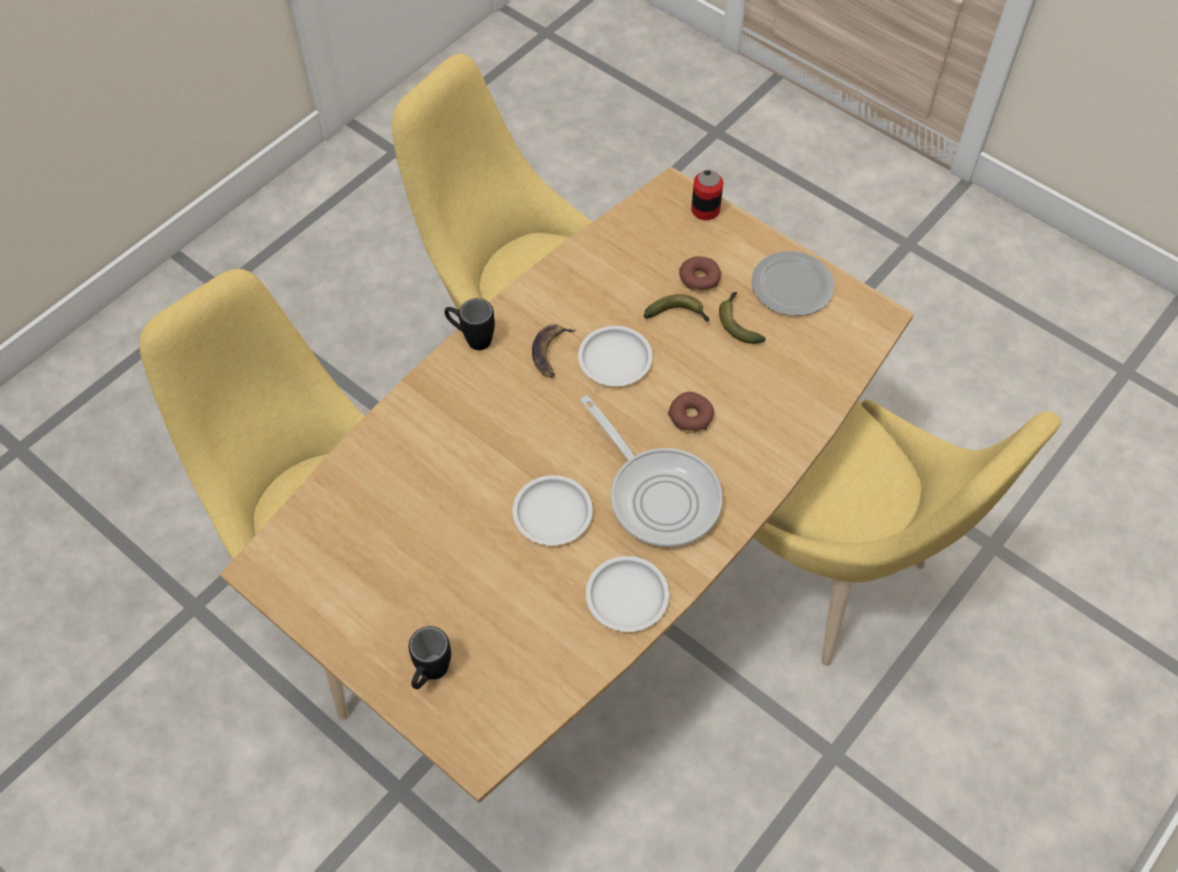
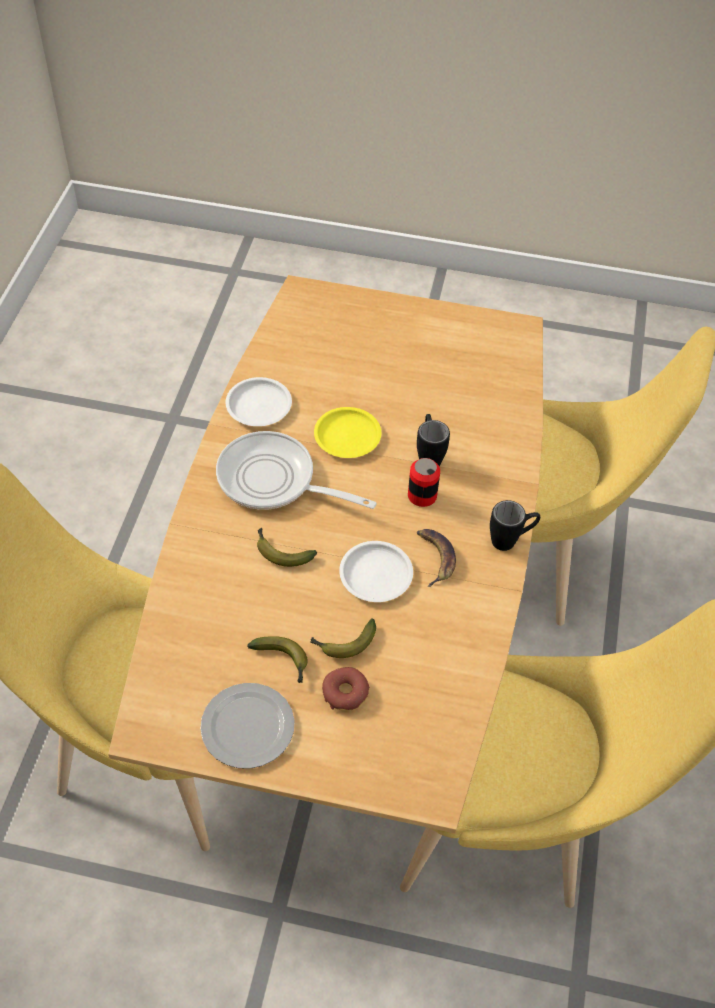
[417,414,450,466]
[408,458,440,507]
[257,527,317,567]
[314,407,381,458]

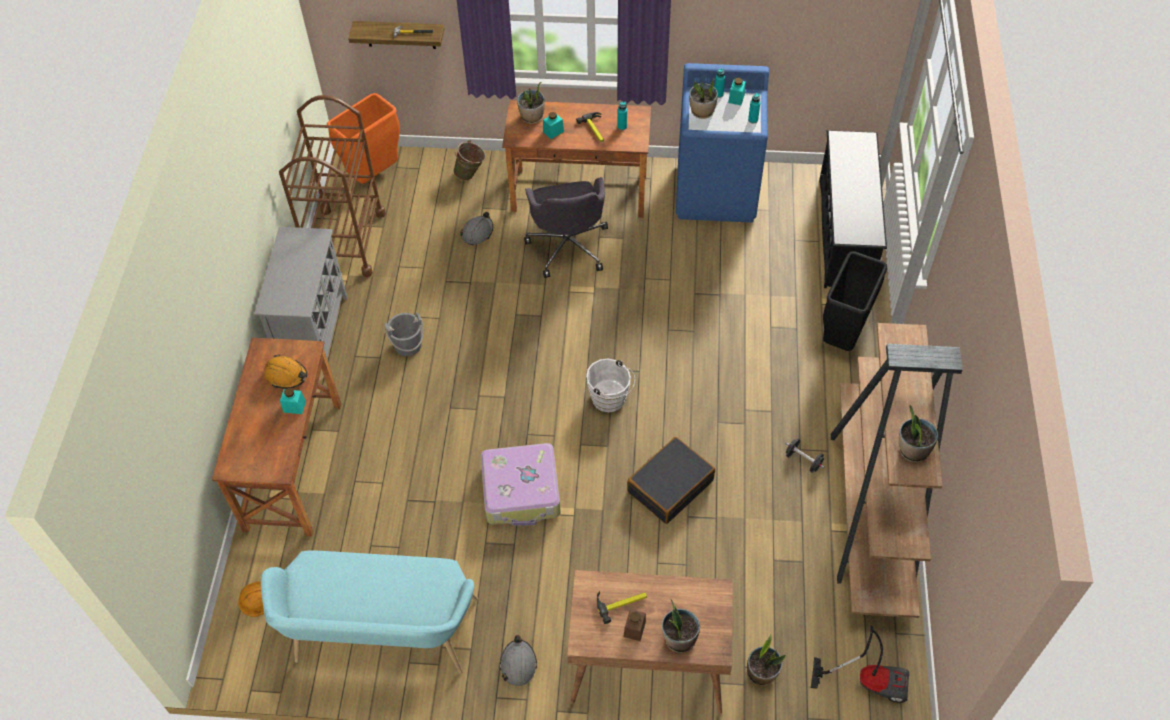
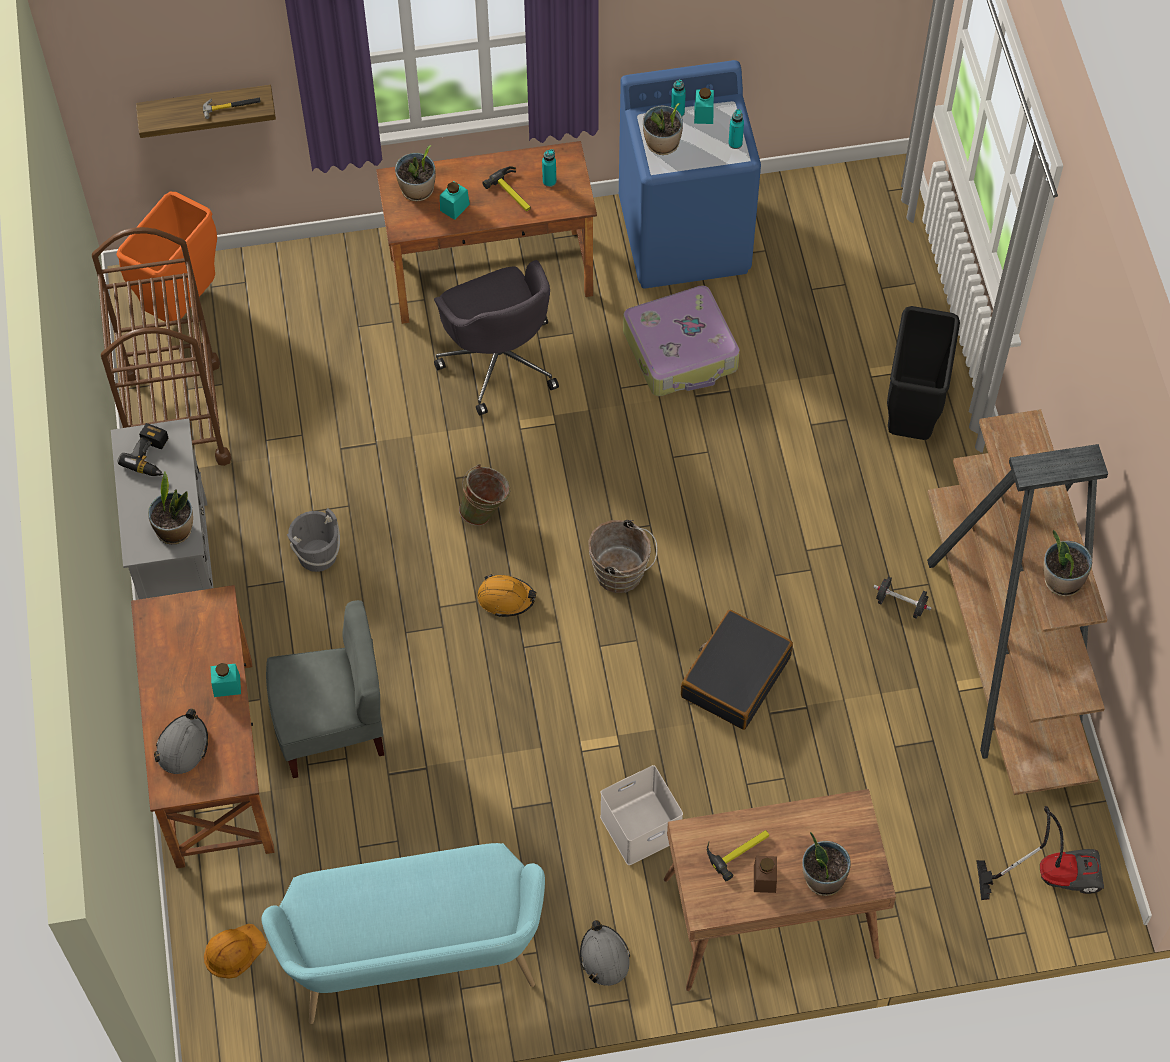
[819,130,887,288] (first image)
[118,423,168,476]
[266,600,384,778]
[600,765,683,865]
[477,574,537,617]
[459,464,510,526]
[154,708,208,774]
[623,285,740,396]
[148,471,193,544]
[588,520,657,593]

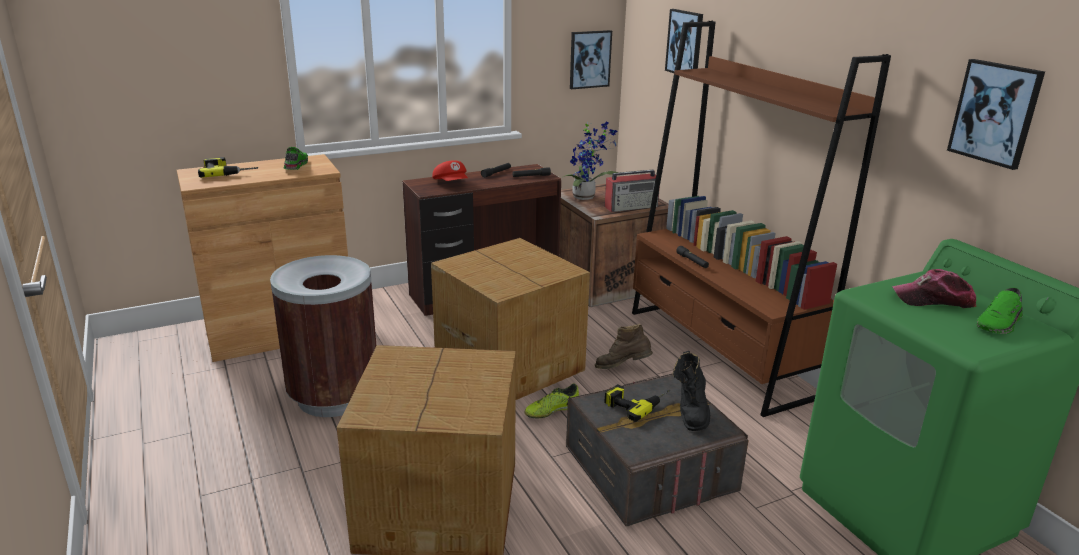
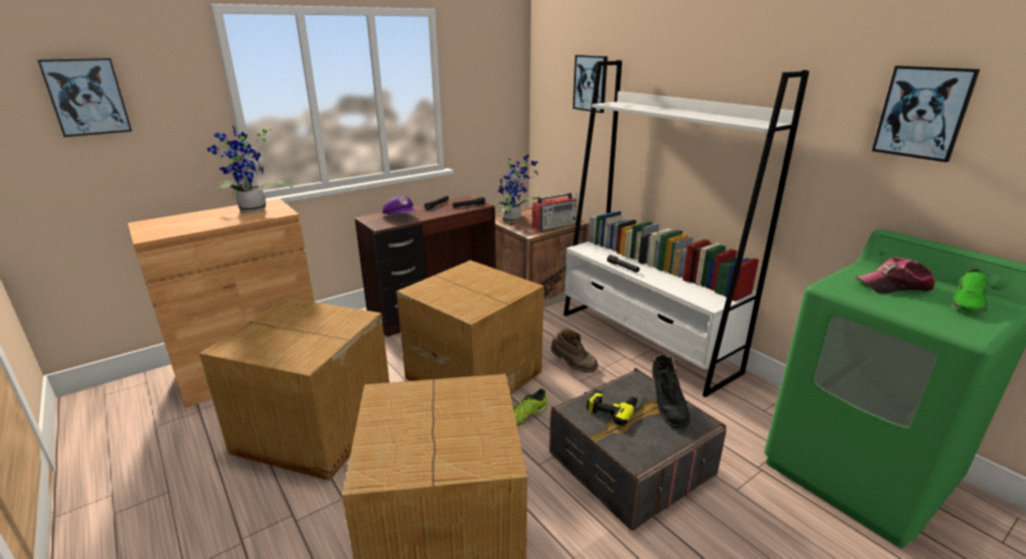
[198,157,258,178] (first image)
[38,58,132,137]
[199,298,390,481]
[207,125,293,212]
[382,196,416,215]
[564,60,809,397]
[550,329,598,373]

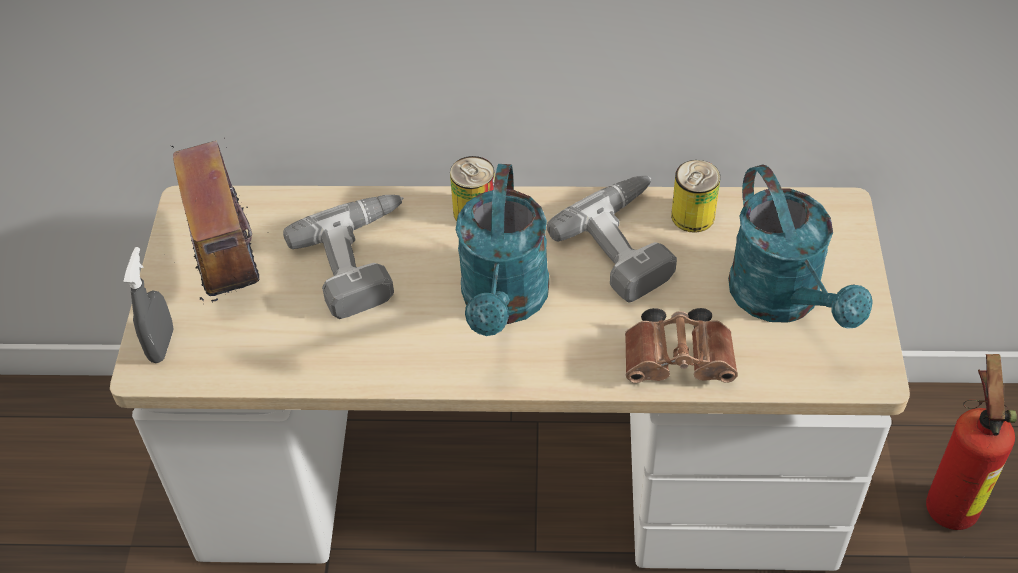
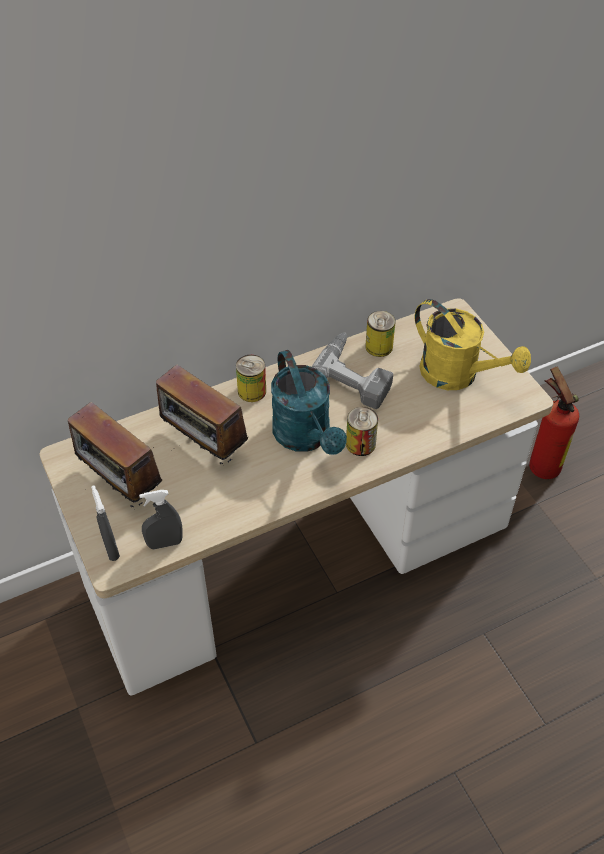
[625,308,738,383] (first image)
[139,490,183,549]
[346,407,378,456]
[156,364,248,464]
[415,299,531,390]

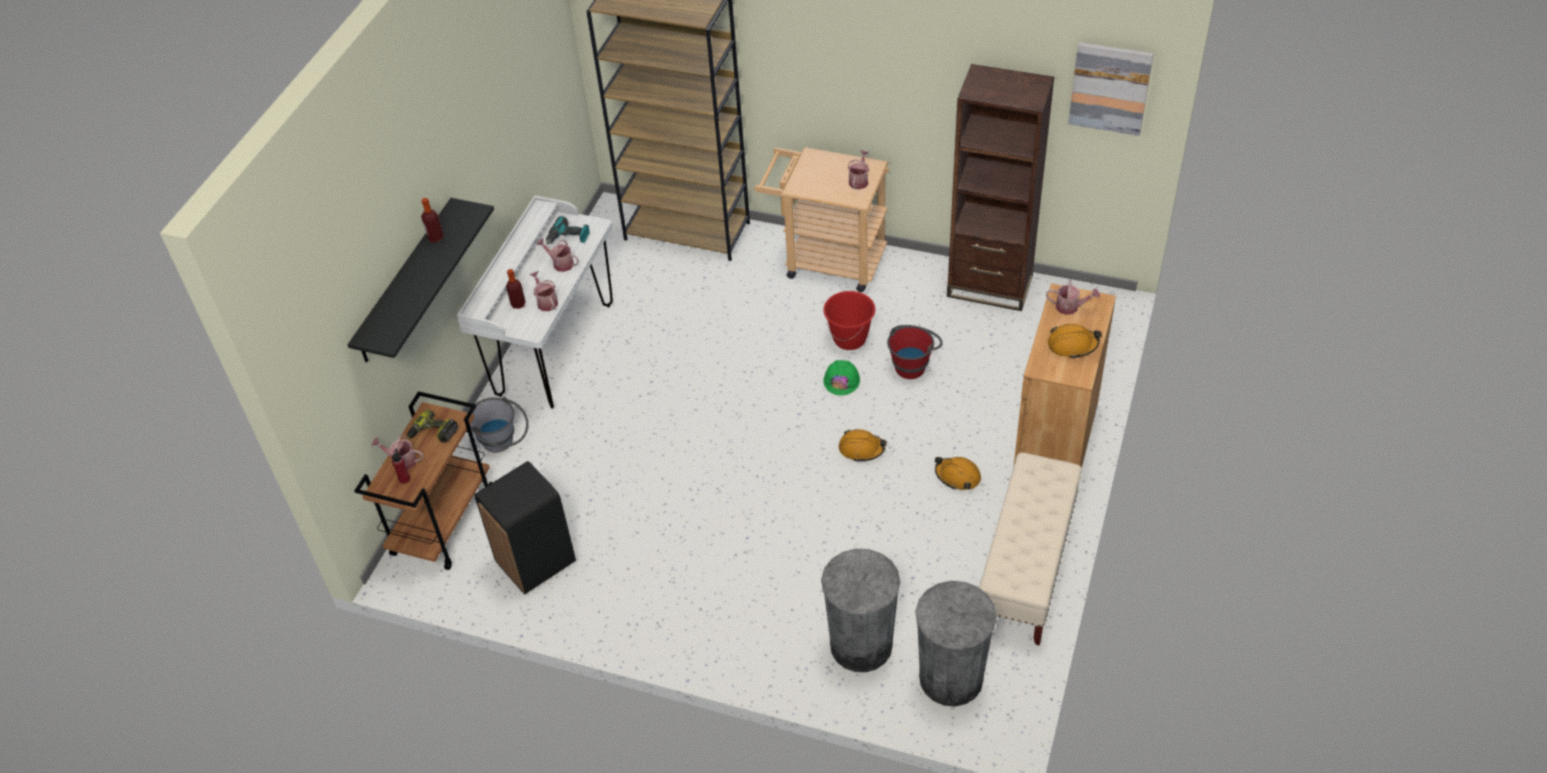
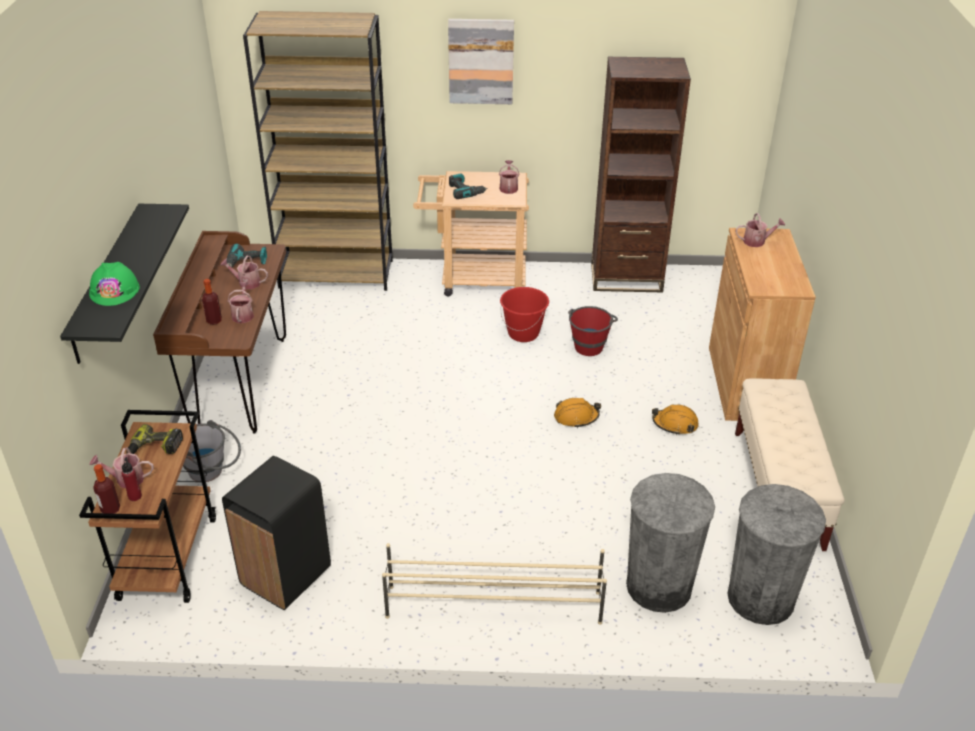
[1048,324,1102,359] (first image)
[382,543,607,625]
[449,173,488,199]
[93,464,120,514]
[89,262,140,306]
[448,19,514,104]
[153,231,286,434]
[228,282,254,323]

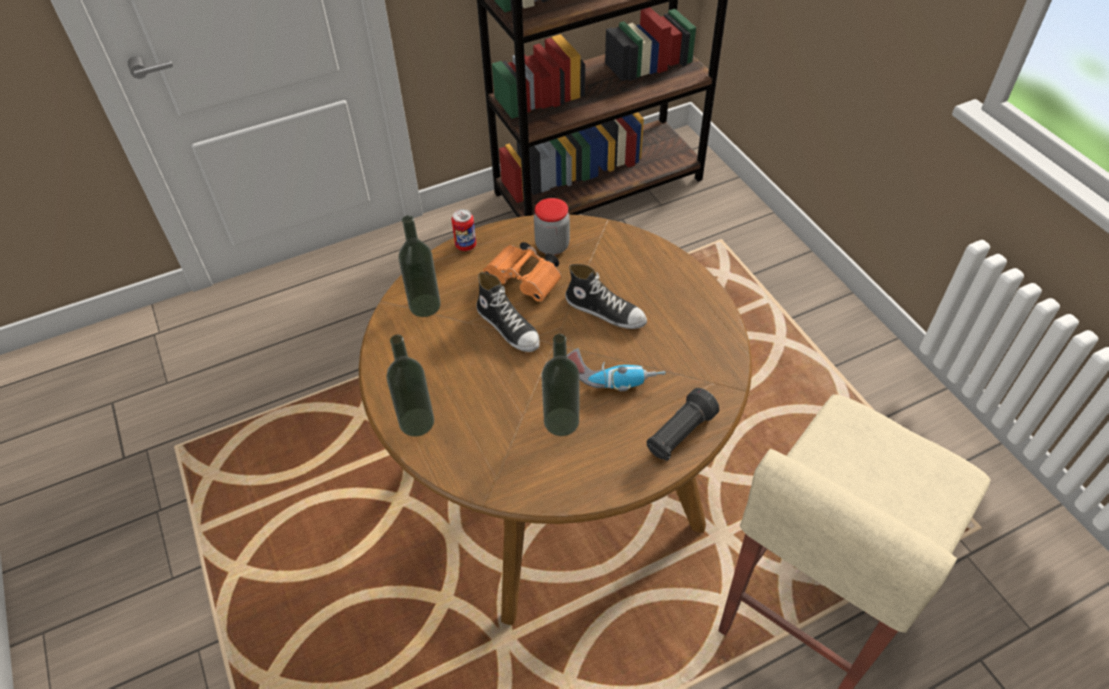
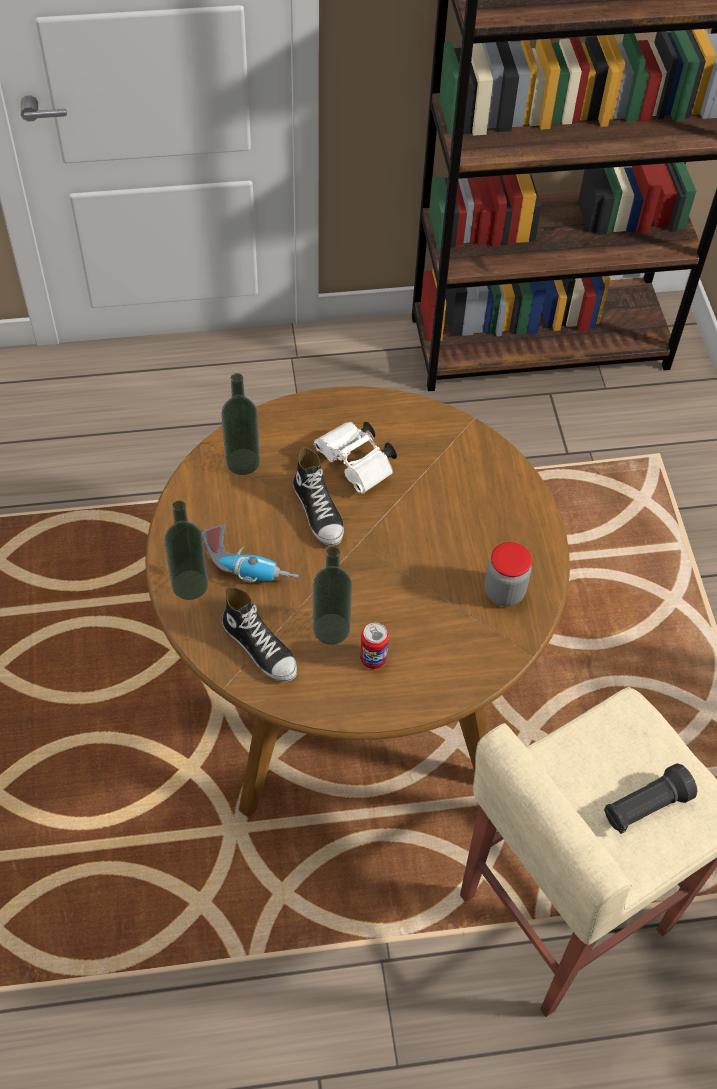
[360,623,389,669]
[484,542,532,606]
[222,587,297,682]
[202,524,299,583]
[604,763,697,834]
[313,422,397,494]

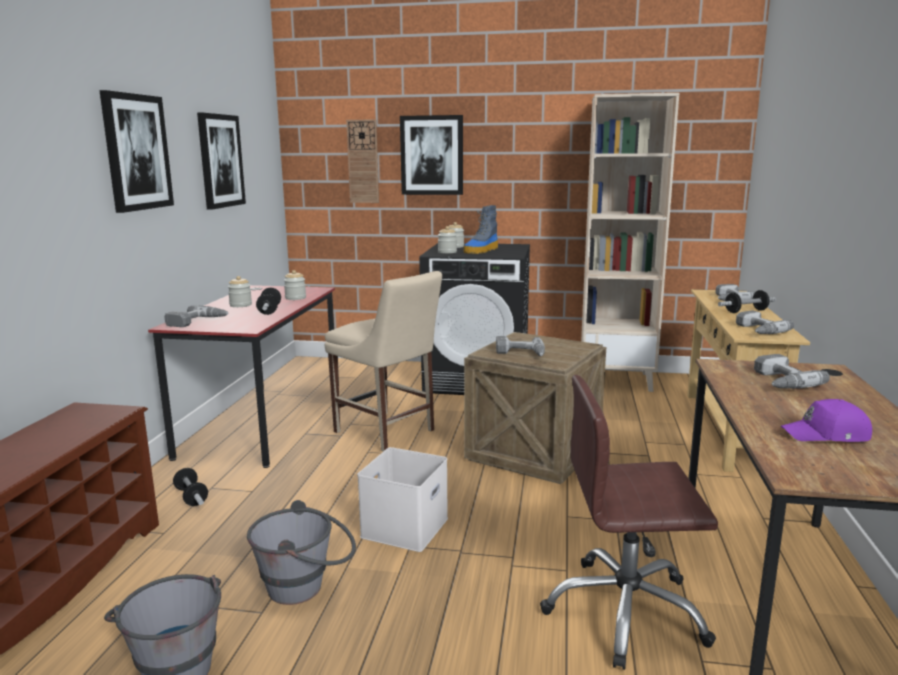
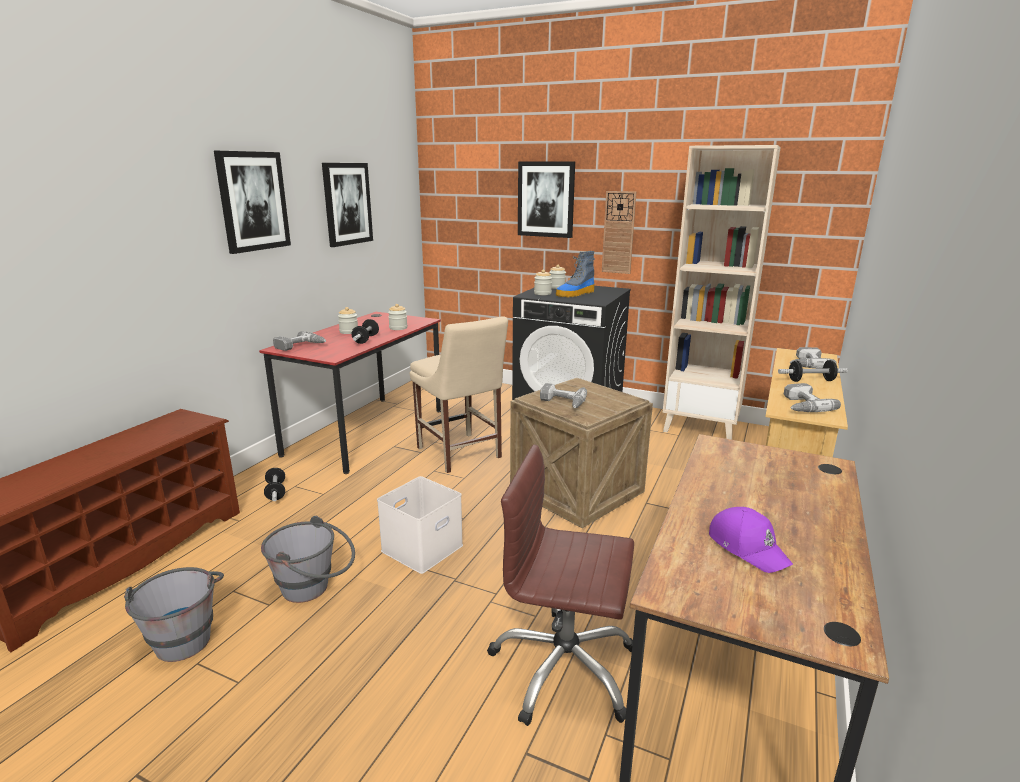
[754,354,830,389] (first image)
[602,191,636,274]
[709,507,793,573]

